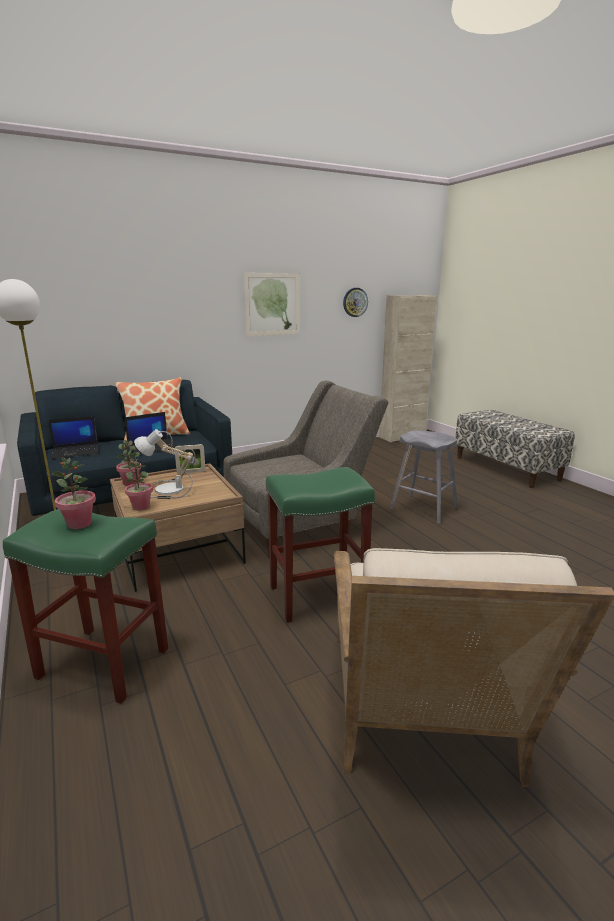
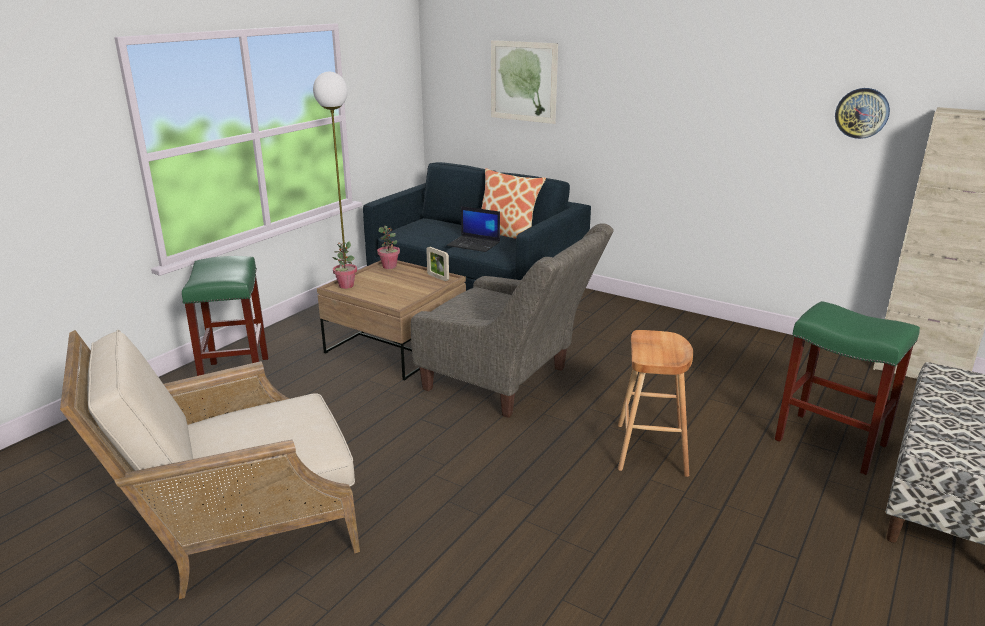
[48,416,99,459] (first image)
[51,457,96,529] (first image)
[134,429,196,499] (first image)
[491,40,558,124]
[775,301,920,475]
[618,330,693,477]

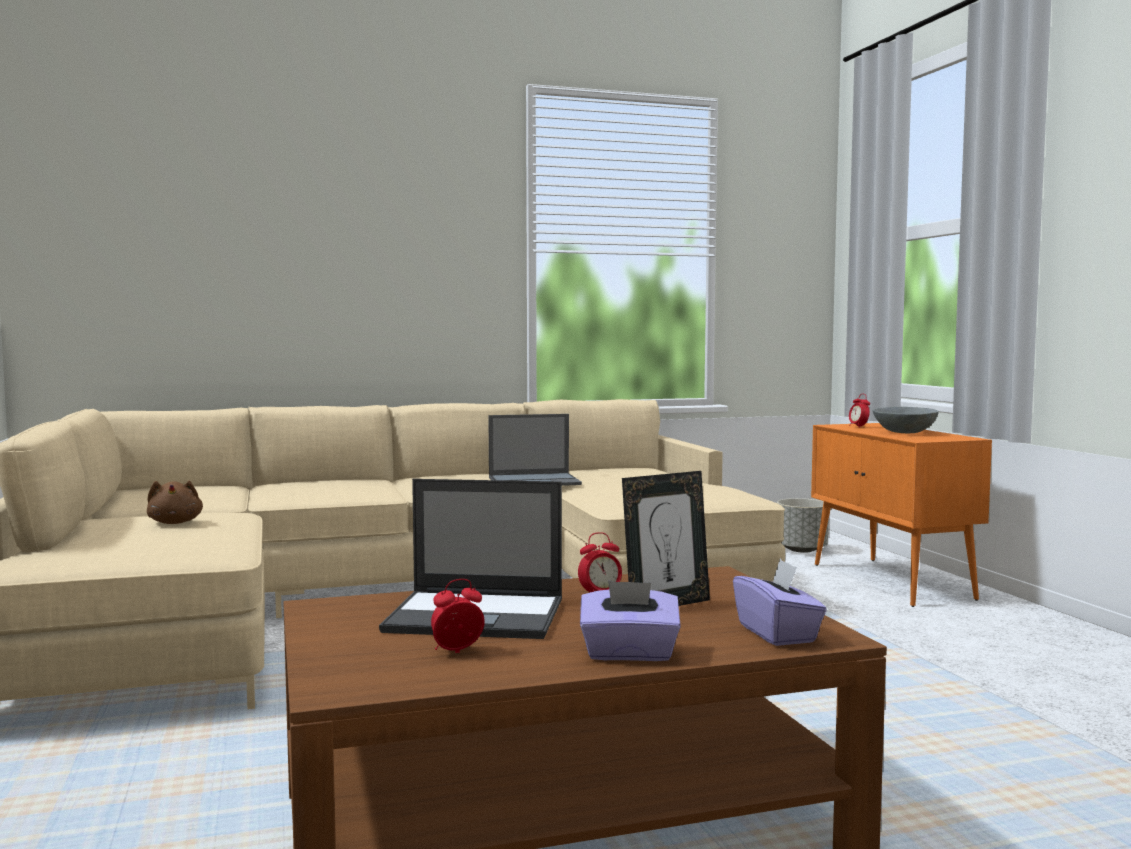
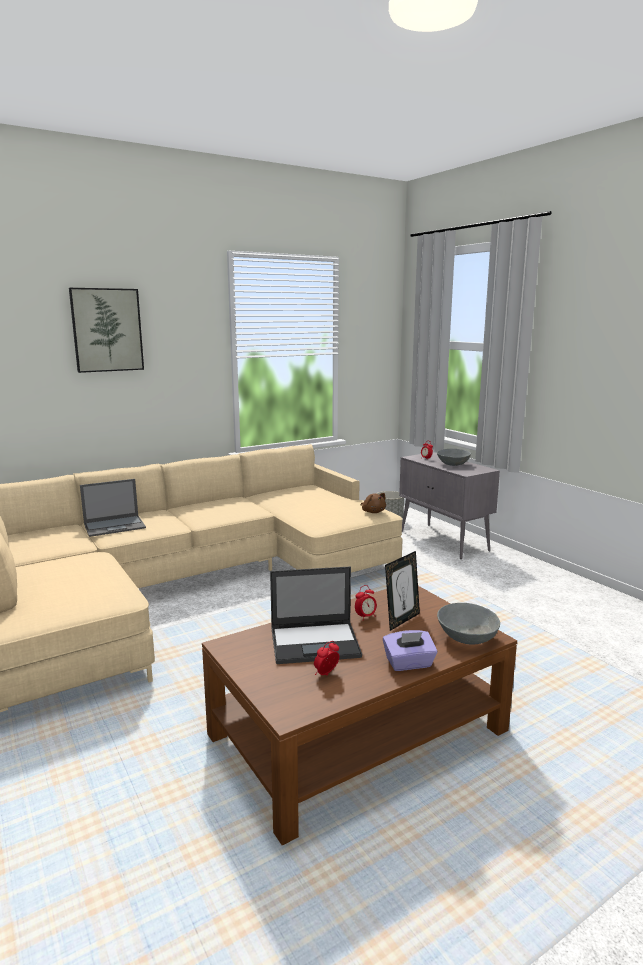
[69,288,144,373]
[361,493,386,513]
[80,479,146,537]
[437,603,500,645]
[399,452,500,559]

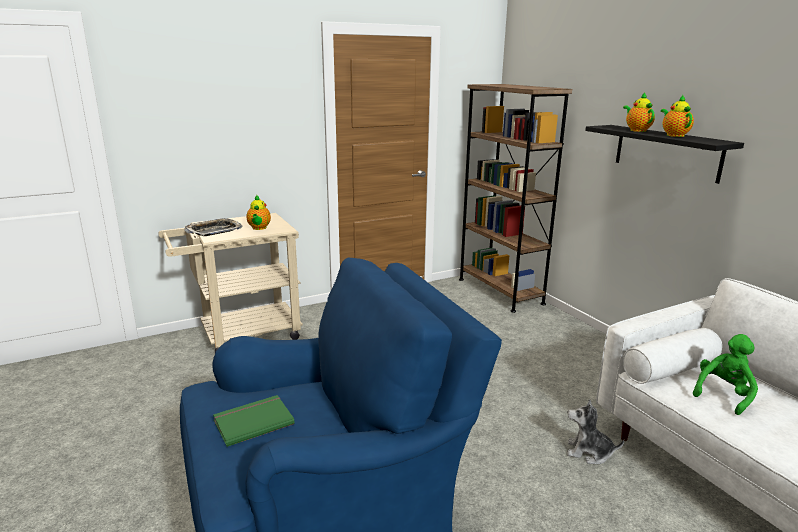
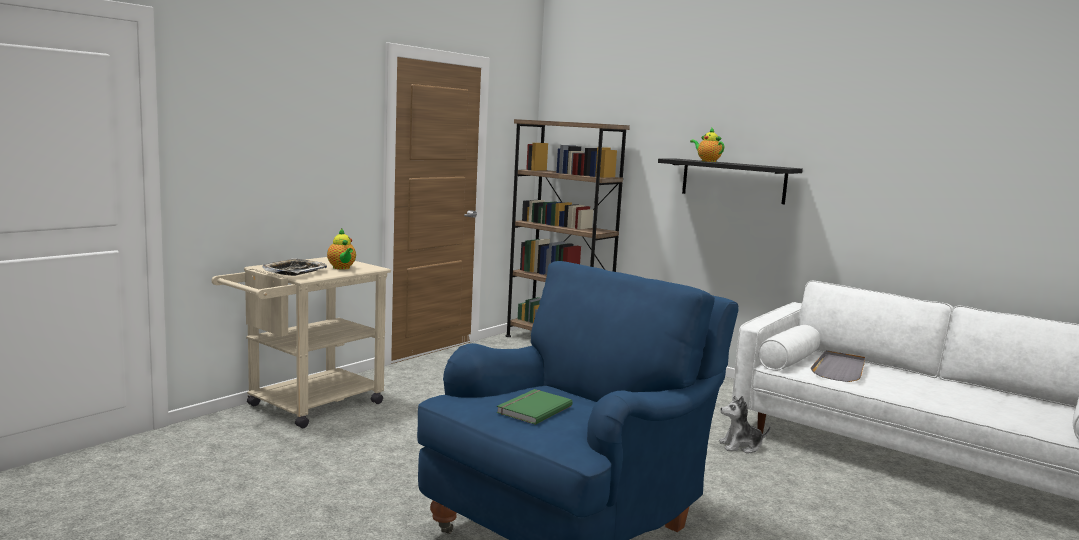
[661,95,694,137] (first image)
[811,350,866,382]

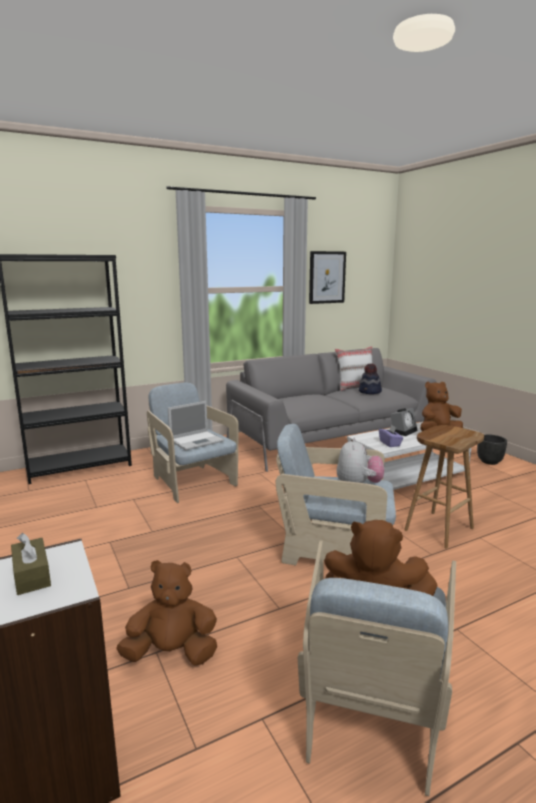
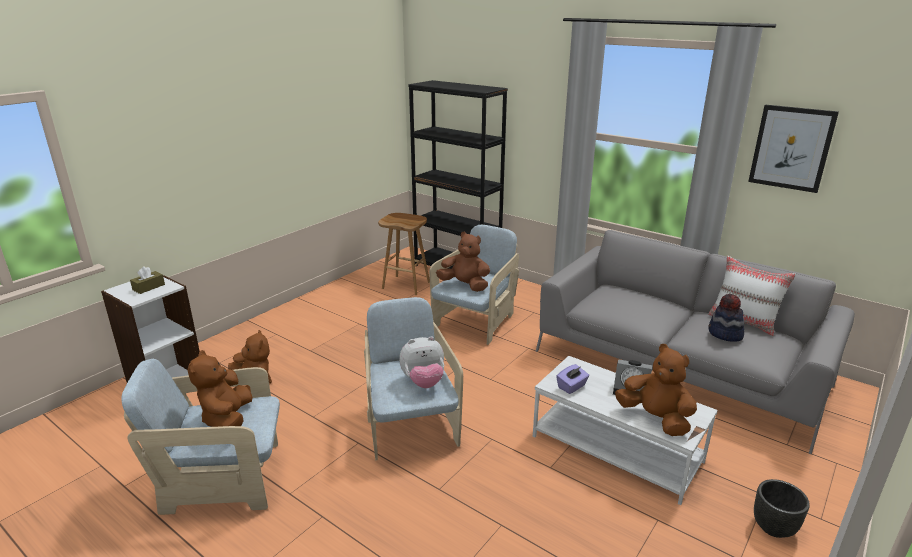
[378,213,430,295]
[436,232,490,292]

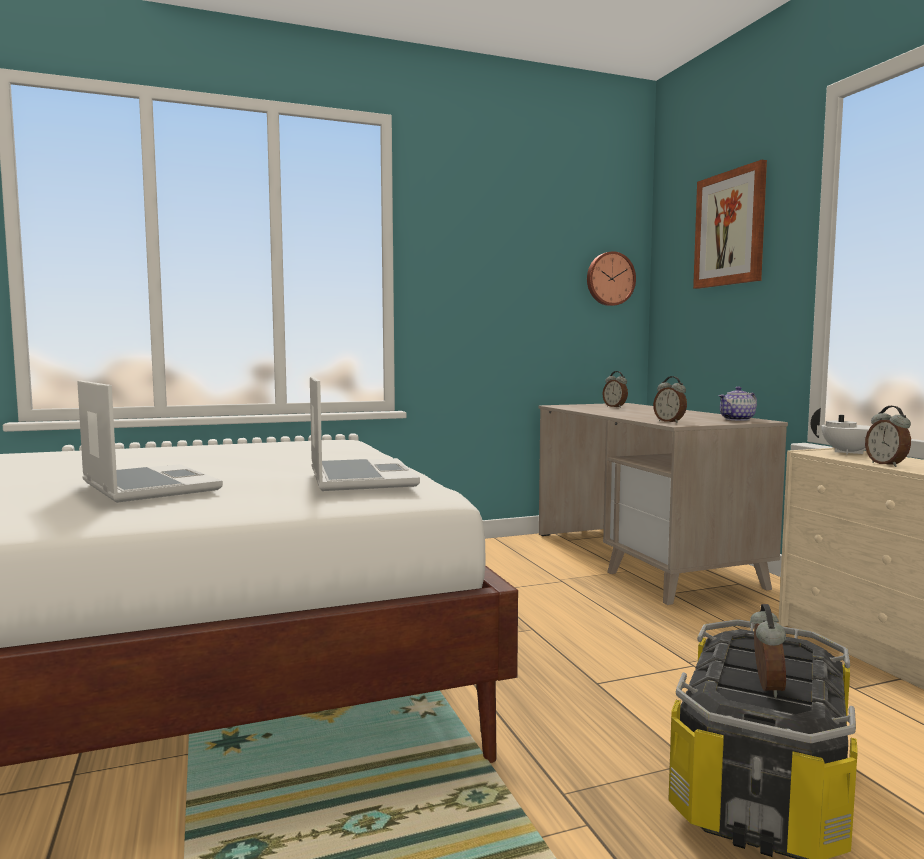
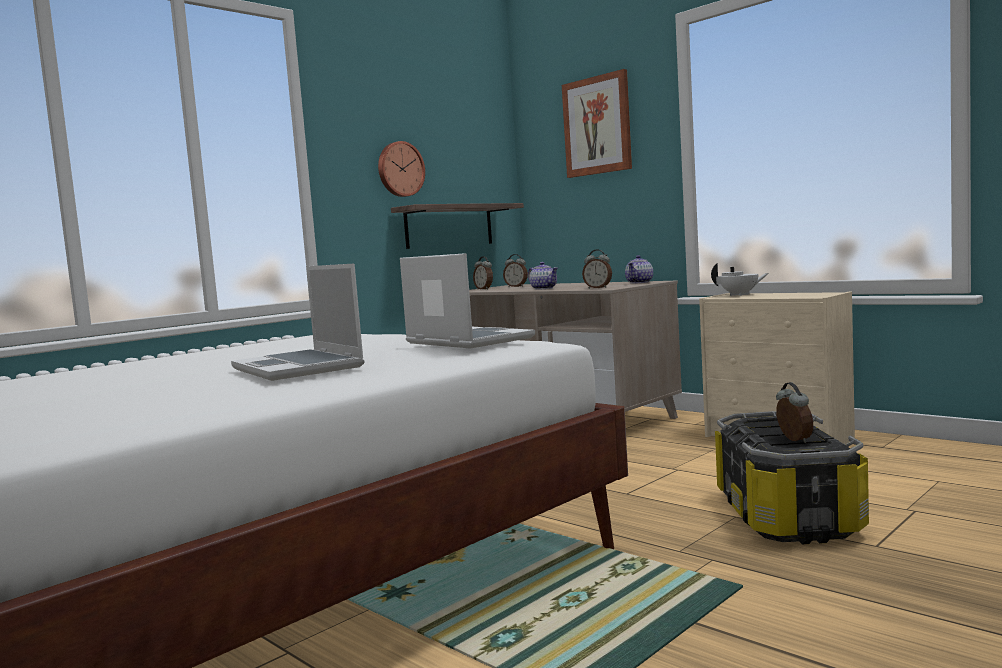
[391,203,524,249]
[528,262,558,290]
[378,141,425,197]
[473,256,493,290]
[231,264,364,381]

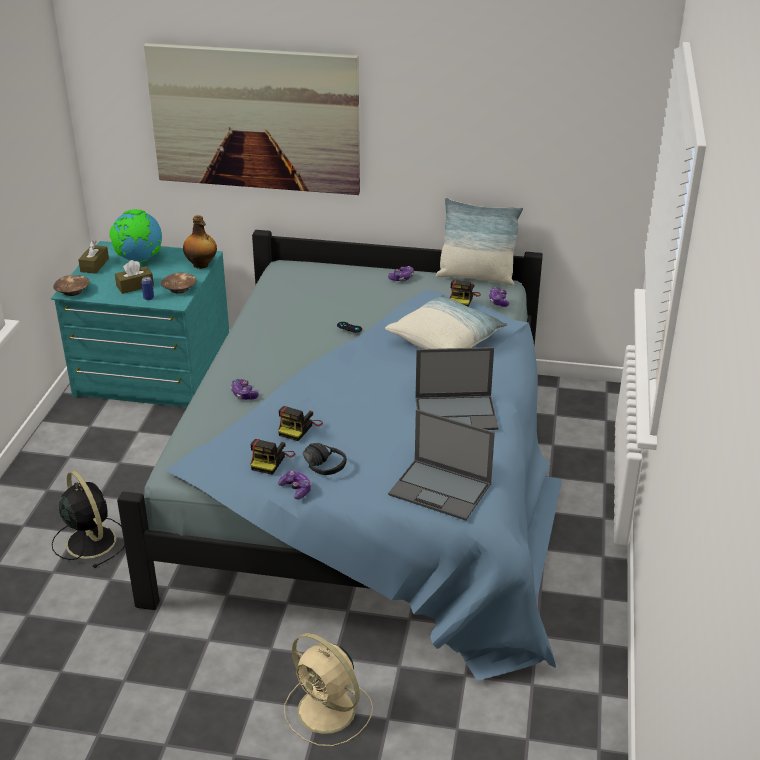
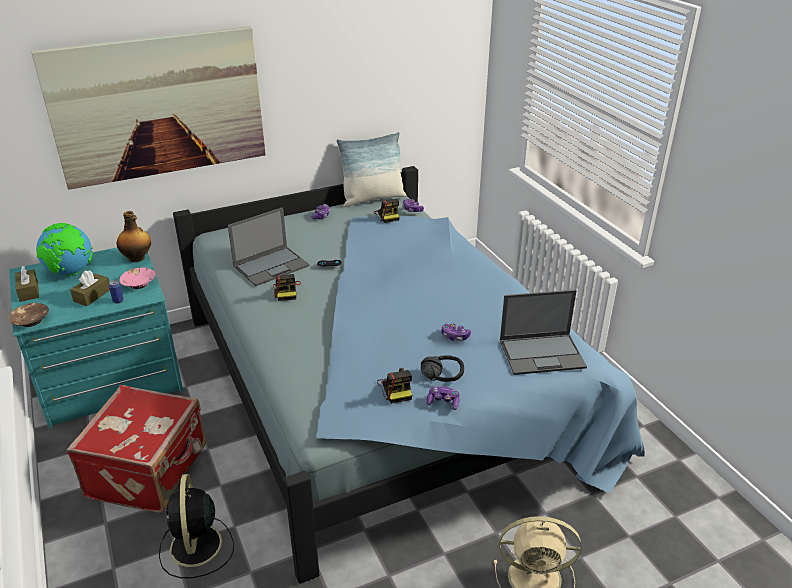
[385,295,507,349] (first image)
[66,385,206,513]
[441,324,471,341]
[273,274,301,301]
[228,207,310,286]
[119,267,156,289]
[159,474,234,578]

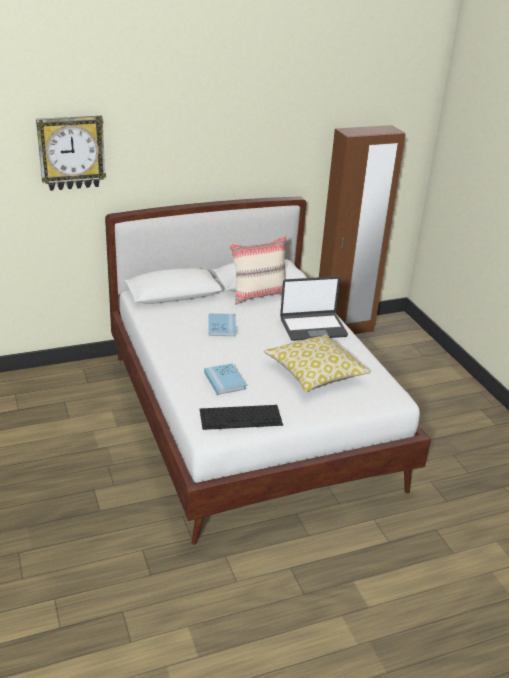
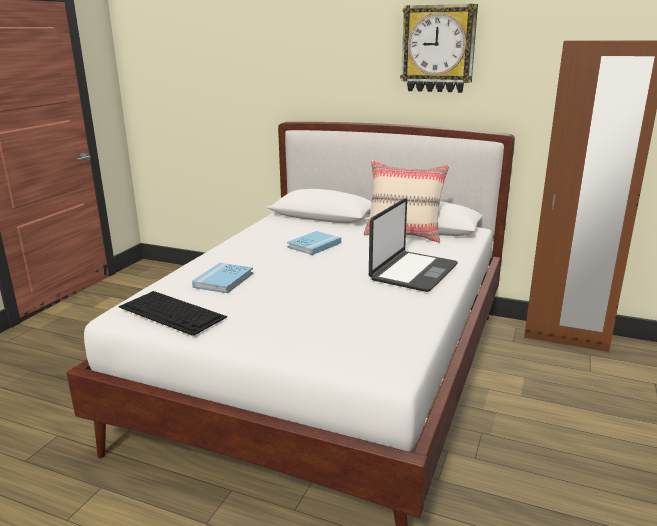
[264,334,370,392] (first image)
[400,4,478,93]
[369,198,458,292]

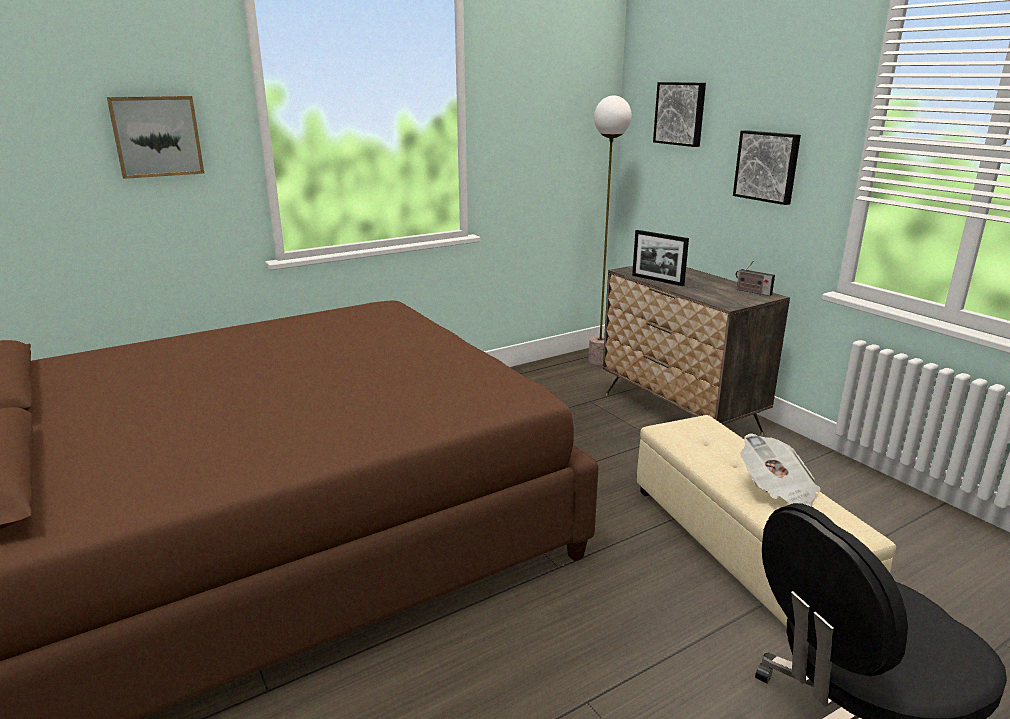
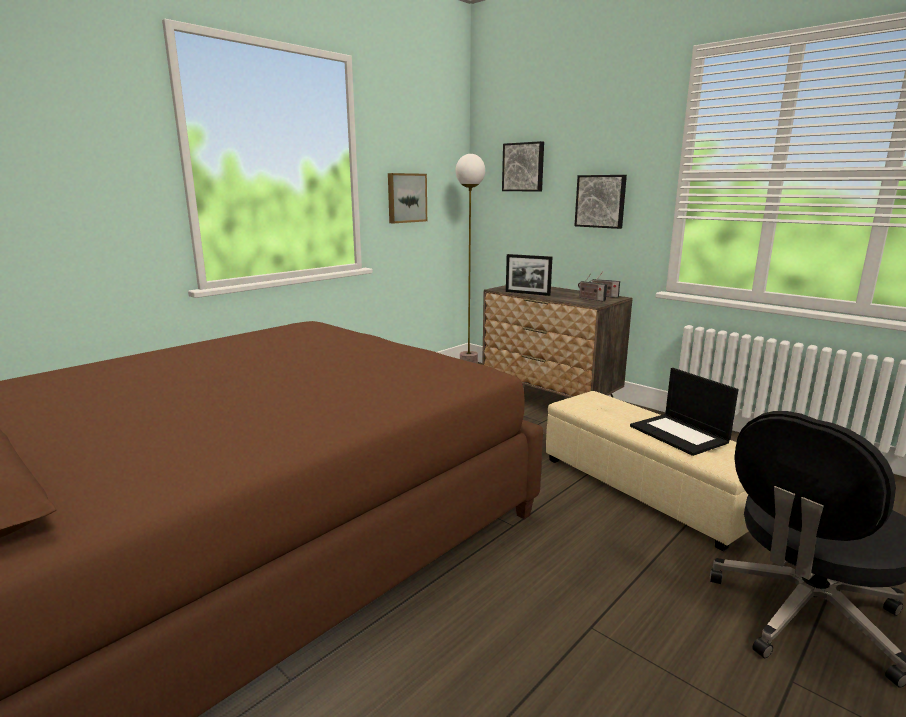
[578,273,607,301]
[388,173,427,223]
[630,368,739,456]

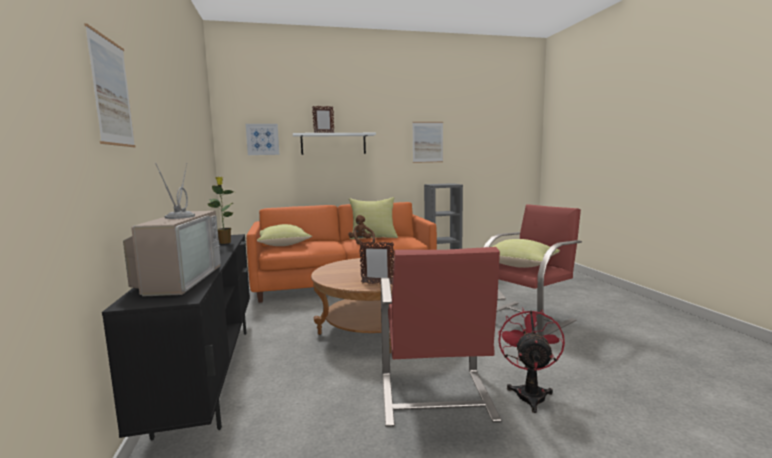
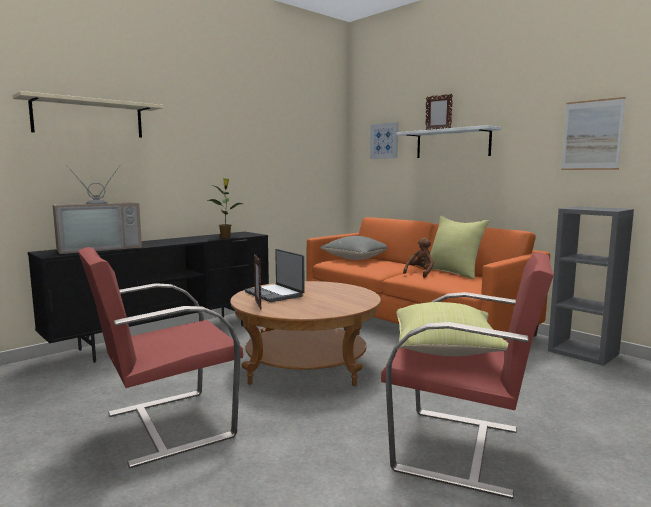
[498,307,565,413] (first image)
[245,249,305,302]
[13,91,163,138]
[320,236,387,260]

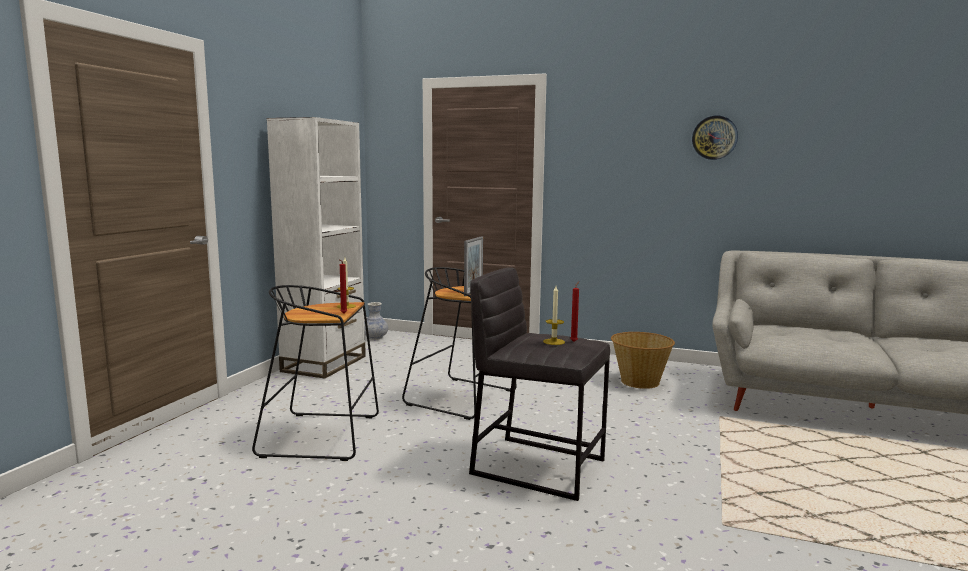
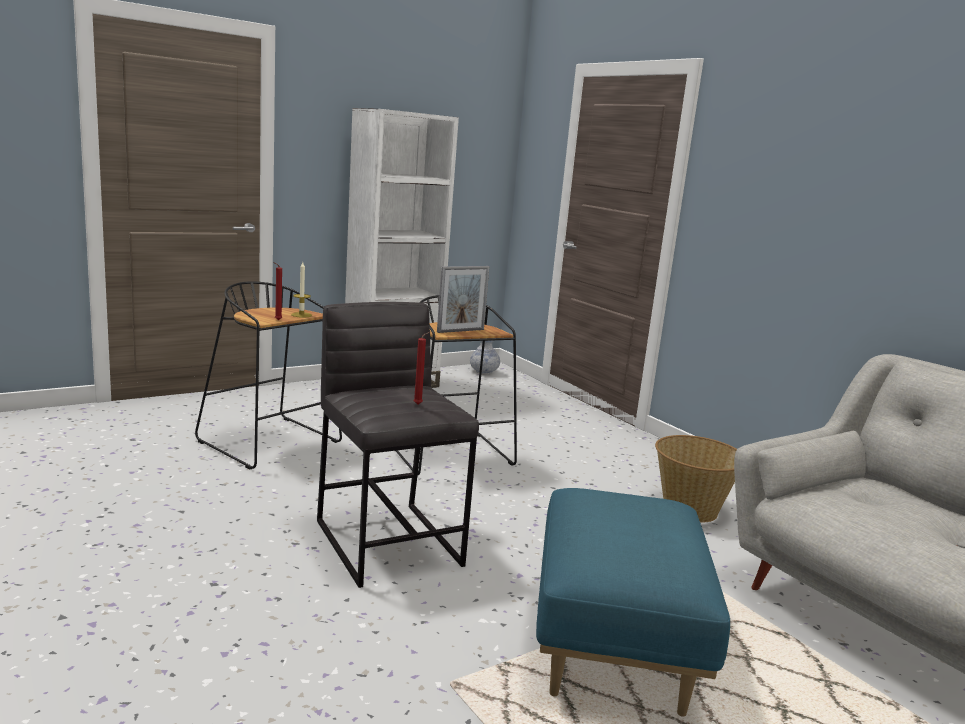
[543,286,565,345] (first image)
[692,116,738,160] (first image)
[536,488,730,717]

